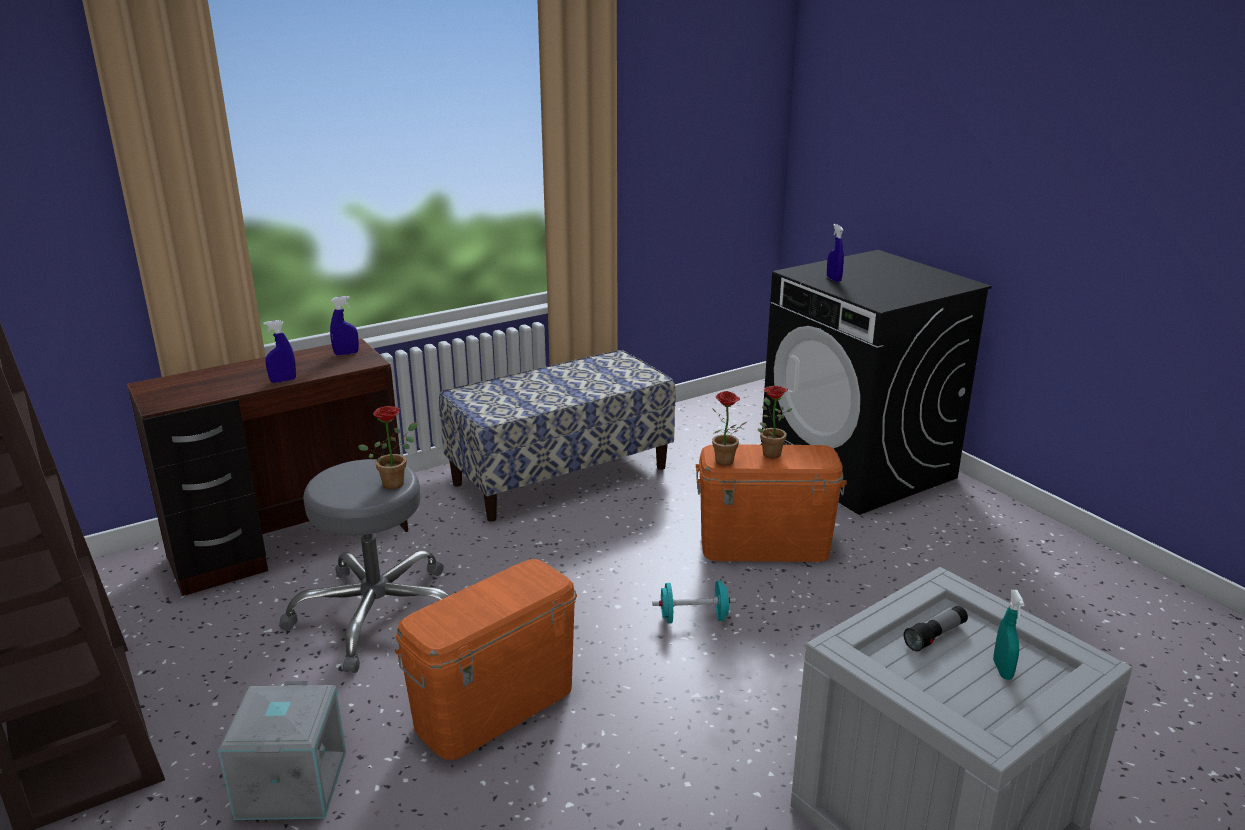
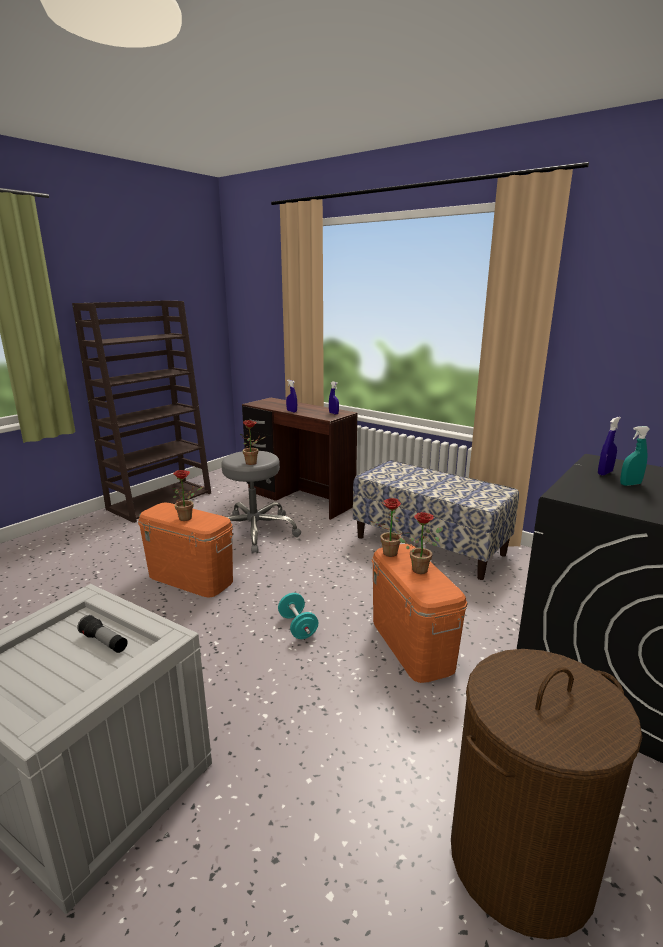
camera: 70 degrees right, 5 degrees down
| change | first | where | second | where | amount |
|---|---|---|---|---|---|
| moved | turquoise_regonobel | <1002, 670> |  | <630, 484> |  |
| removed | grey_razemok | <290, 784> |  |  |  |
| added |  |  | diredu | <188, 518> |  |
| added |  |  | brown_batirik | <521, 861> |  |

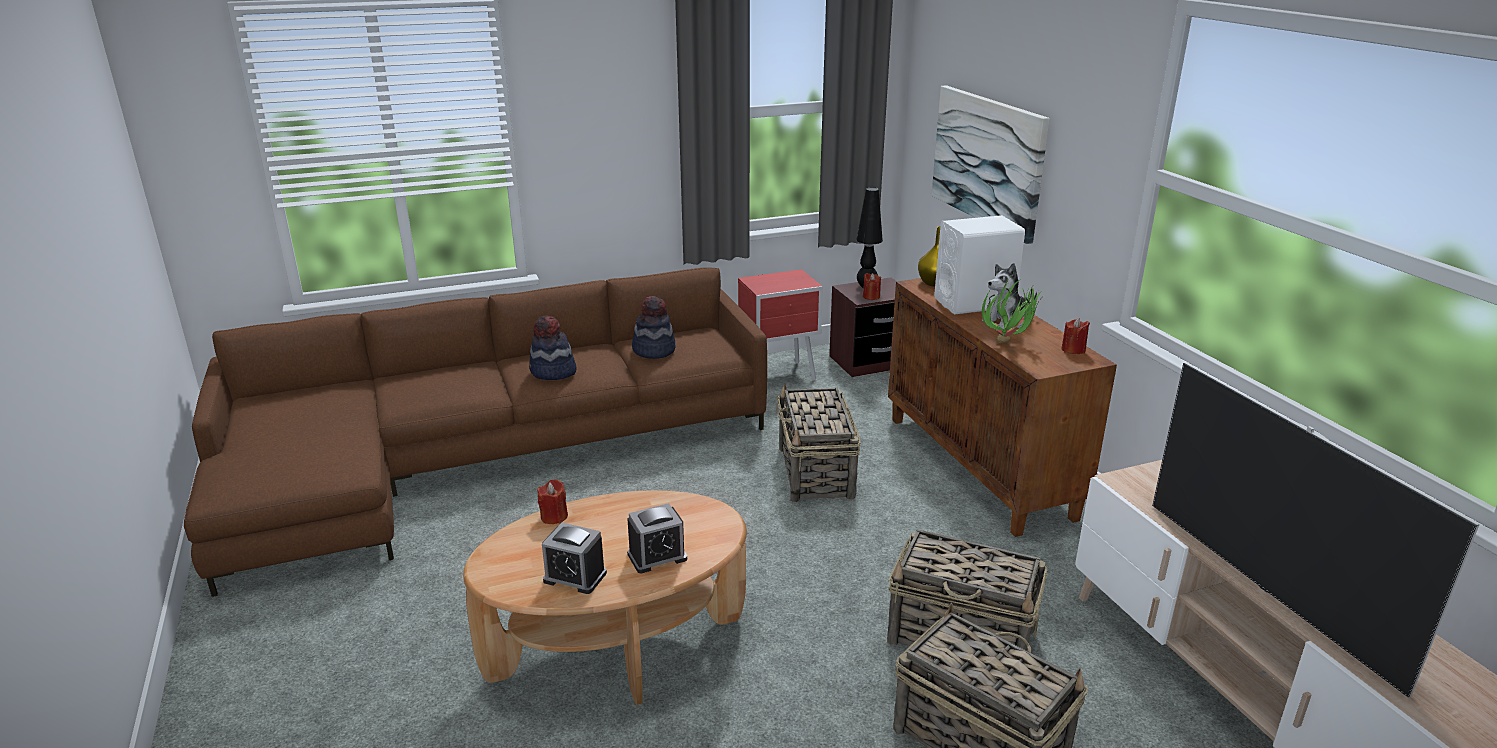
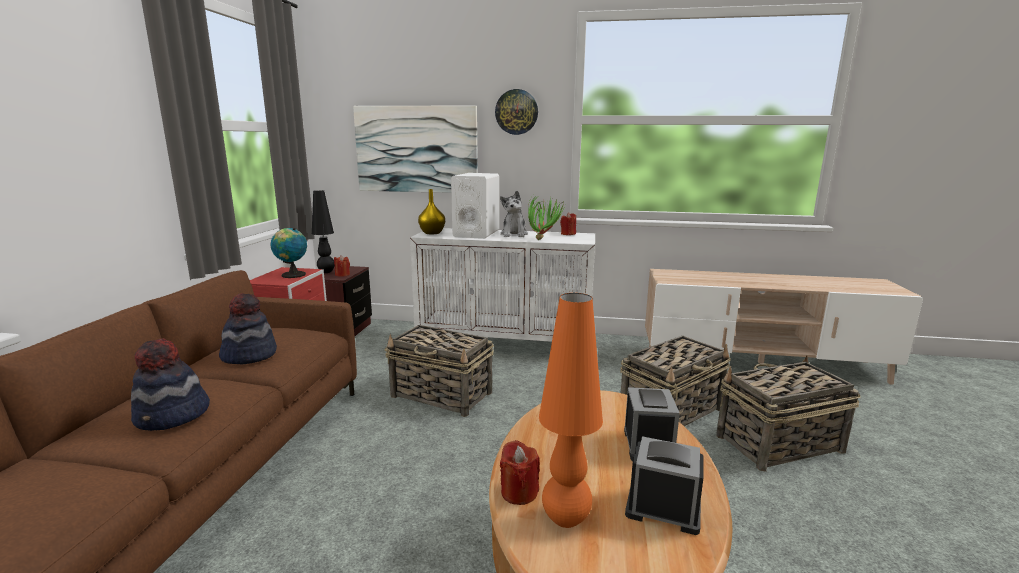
camera: 60 degrees left, 10 degrees down
| change | first | where | second | where | amount |
|---|---|---|---|---|---|
| recoloured | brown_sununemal | <980, 467> | white_sununemal | <506, 345> |  |
| removed | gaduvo | <1265, 589> |  |  |  |
| turned | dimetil | <575, 577> |  | <663, 509> | 120 degrees counterclockwise |
| added |  |  | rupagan | <516, 112> |  |
| added |  |  | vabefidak | <292, 275> |  |
| added |  |  | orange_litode | <565, 520> |  |

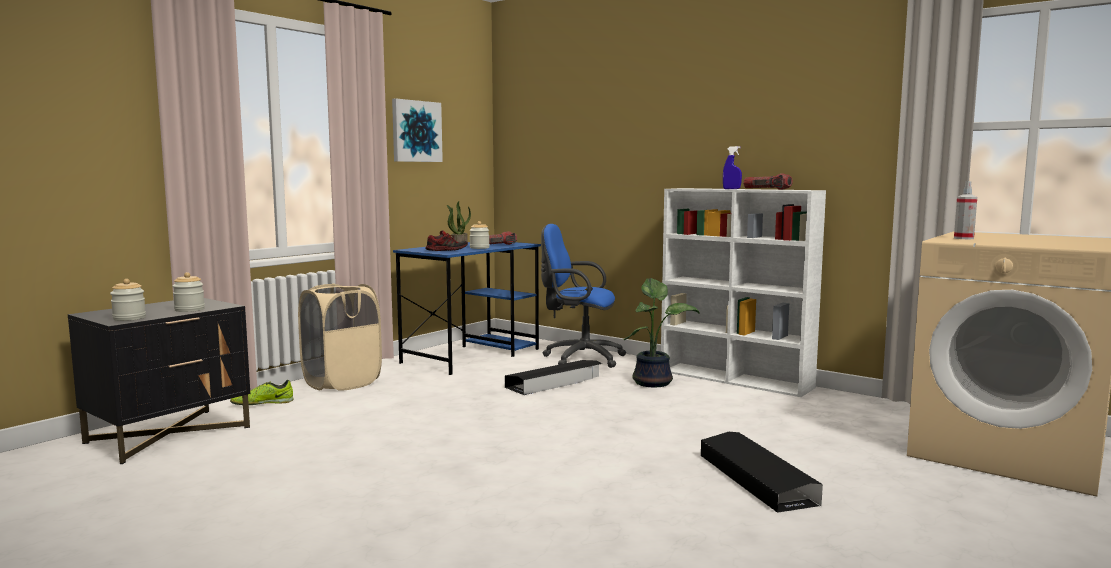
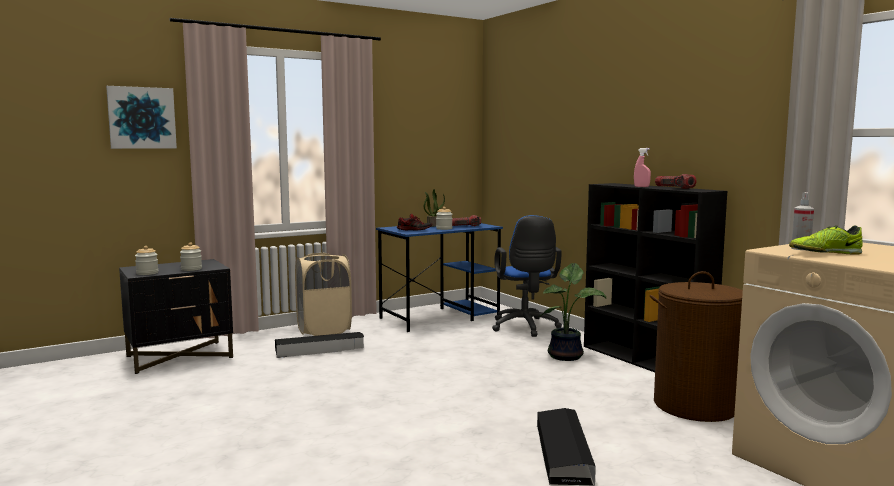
camera: 20 degrees right, 0 degrees up
| change | first | where | second | where | amount |
|---|---|---|---|---|---|
| moved | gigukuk | <416, 131> |  | <142, 118> |  |
| recoloured | blue_regonobel | <731, 189> | pink_regonobel | <641, 187> |  |
| recoloured | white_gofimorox | <736, 379> | black_gofimorox | <646, 361> |  |
| turned | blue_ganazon | <579, 358> |  | <525, 328> | 135 degrees counterclockwise |
| moved | black_razemok | <555, 383> |  | <320, 349> |  |
| moved | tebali | <262, 404> |  | <824, 253> |  |
| added |  |  | brown_batirik | <695, 405> |  |

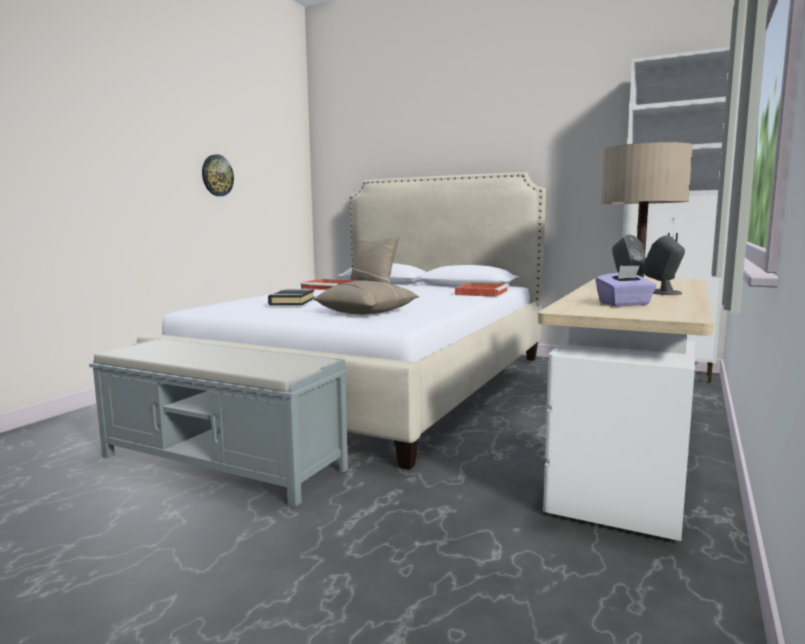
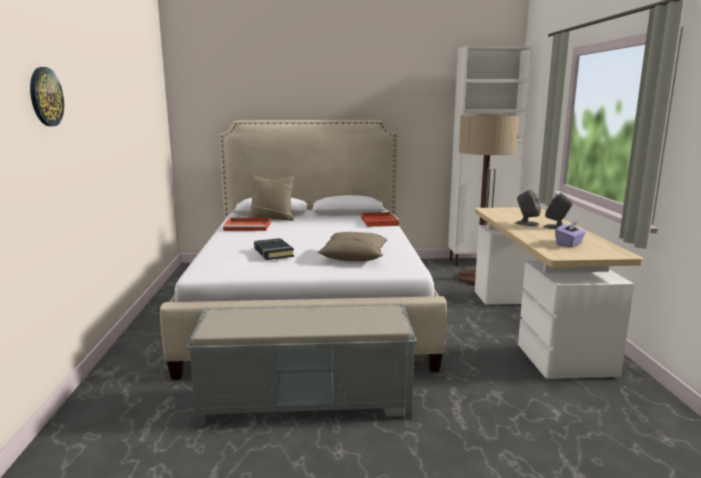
camera: 30 degrees left, 5 degrees up
| change | first | where | second | where | amount |
|---|---|---|---|---|---|
| moved | rupagan | <217, 175> |  | <45, 97> |  |

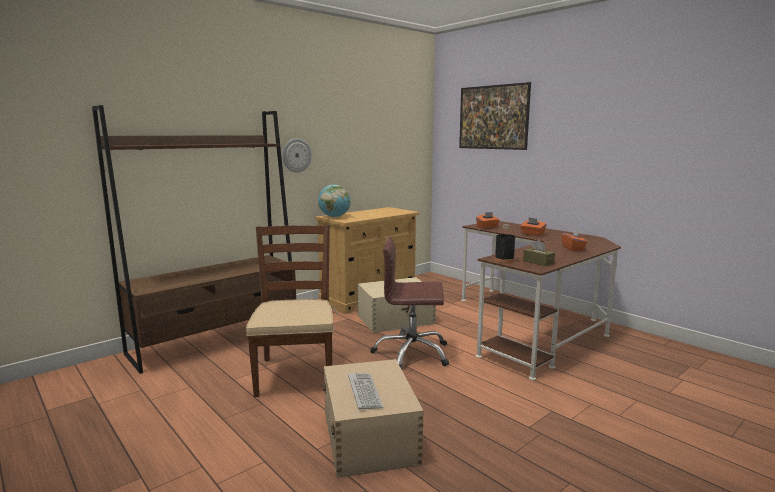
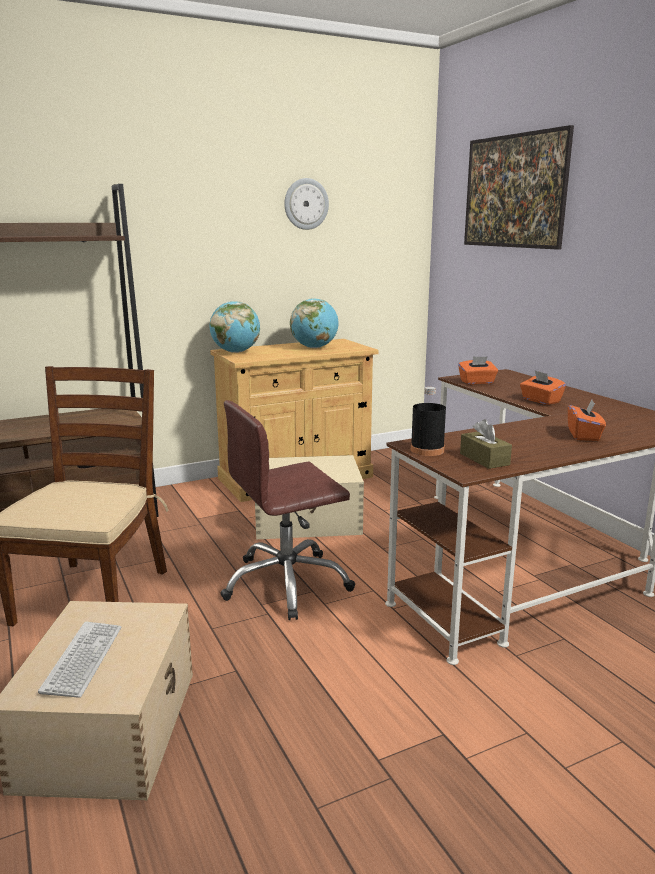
camera: 15 degrees right, 5 degrees up
| change | first | where | second | where | amount |
|---|---|---|---|---|---|
| moved | rupagan | <296, 155> |  | <306, 204> |  |
| turned | brown_ganazon | <412, 353> |  | <287, 584> | 45 degrees counterclockwise |
| added |  |  | vabefidak | <314, 347> |  |

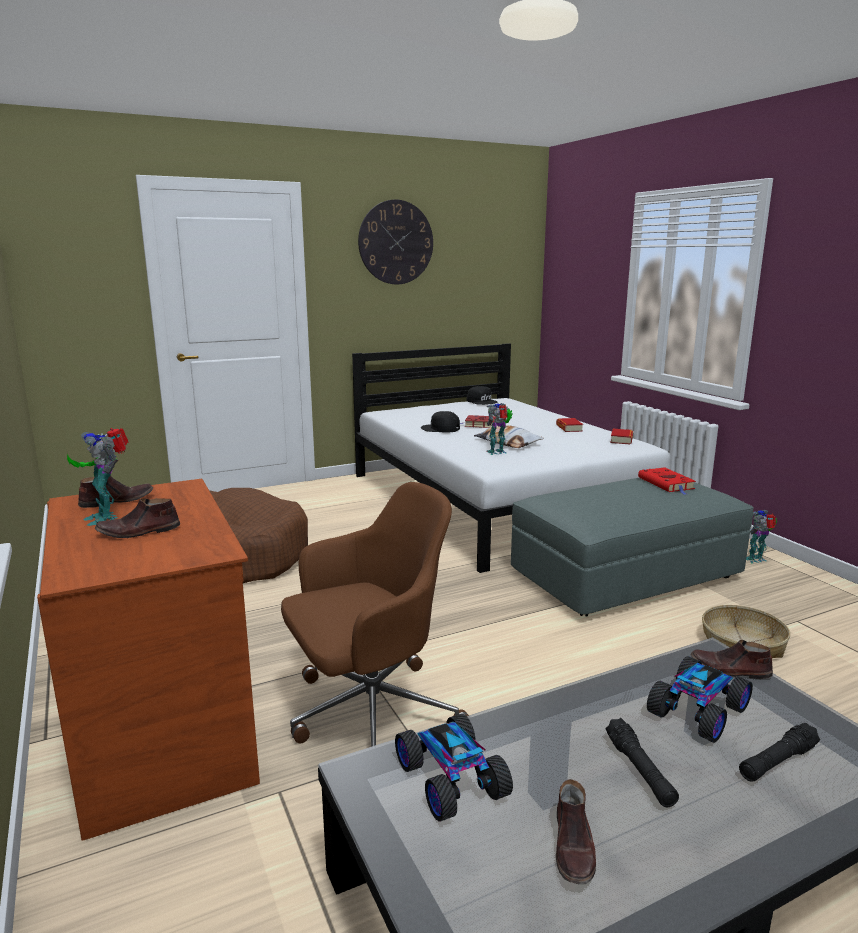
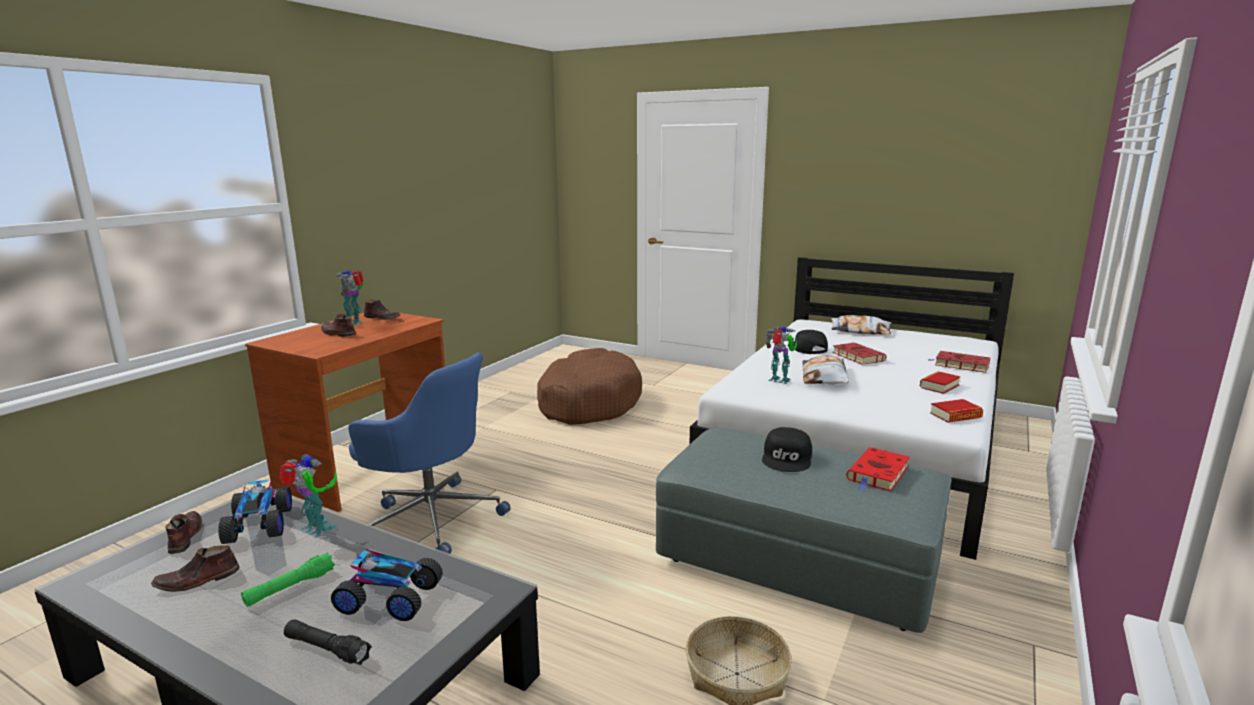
camera: 55 degrees right, 0 degrees up
| change | first | where | second | where | amount |
|---|---|---|---|---|---|
| removed | rupagan | <396, 242> |  |  |  |
| moved | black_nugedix | <482, 401> |  | <787, 458> |  |
| recoloured | brown_ganazon | <370, 714> | blue_ganazon | <431, 518> |  |
| moved | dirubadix | <756, 560> |  | <316, 530> |  |
| moved | brown_tebali | <730, 670> |  | <184, 537> |  |
| turned | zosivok | <452, 778> |  | <258, 525> | 135 degrees clockwise |
| recoloured | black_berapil | <640, 771> | green_berapil | <290, 587> |  |
| added |  |  | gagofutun | <860, 331> |  |
| added |  |  | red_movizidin | <960, 365> |  |

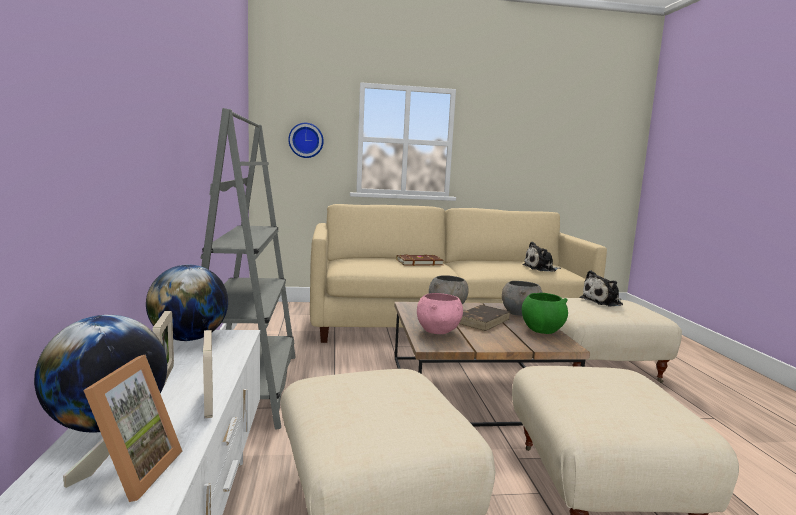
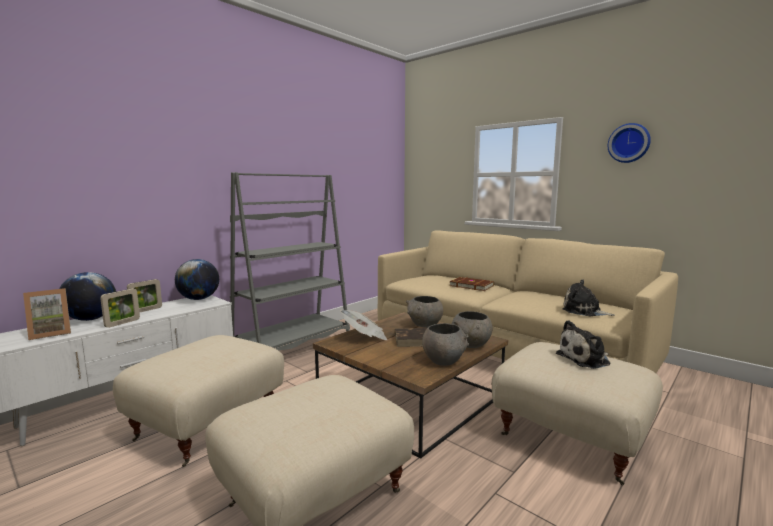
camera: 50 degrees right, 0 degrees up
| change | first | where | second | where | amount |
|---|---|---|---|---|---|
| moved | rupagan | <306, 140> |  | <629, 143> |  |
| turned | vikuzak | <603, 302> |  | <585, 359> | 45 degrees counterclockwise |
| replaced | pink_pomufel | <438, 331> | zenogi | <364, 337> |  |
| recoloured | green_pomufel | <542, 330> | grey_pomufel | <444, 361> |  |

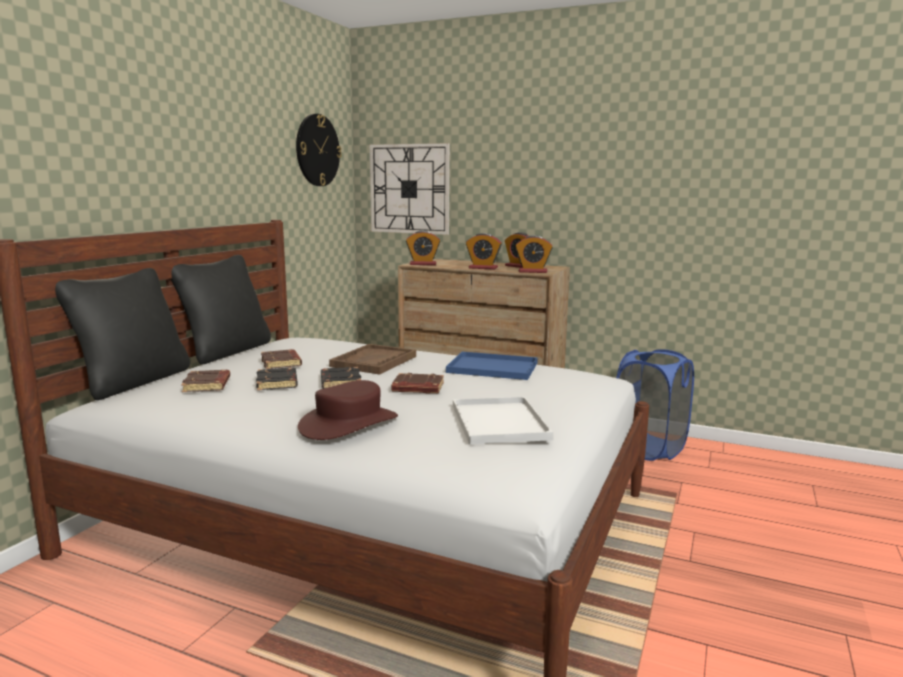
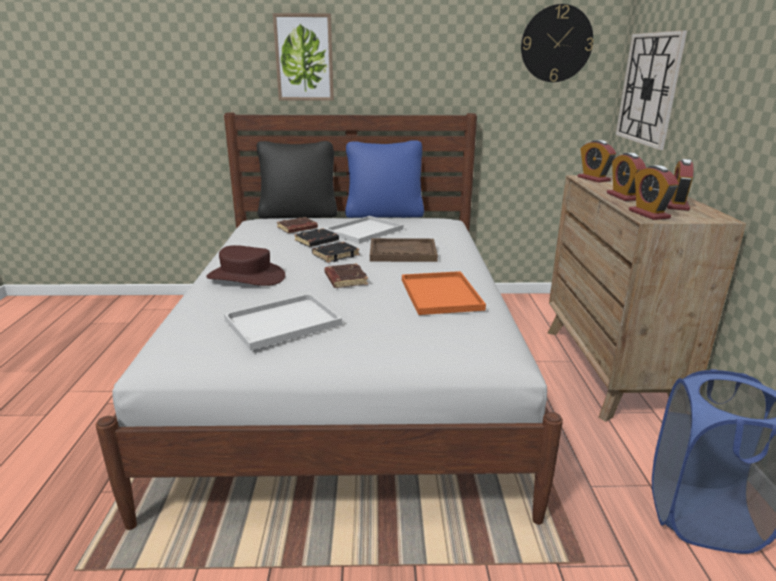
camera: 65 degrees right, 10 degrees up
| change | first | where | second | where | amount |
|---|---|---|---|---|---|
| recoloured | black_gagofutun | <226, 351> | blue_gagofutun | <384, 214> |  |
| replaced | brown_movizidin | <282, 363> | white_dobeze | <364, 231> |  |
| recoloured | blue_dobeze | <494, 367> | orange_dobeze | <442, 295> |  |
| added |  |  | gigukuk | <304, 58> |  |

